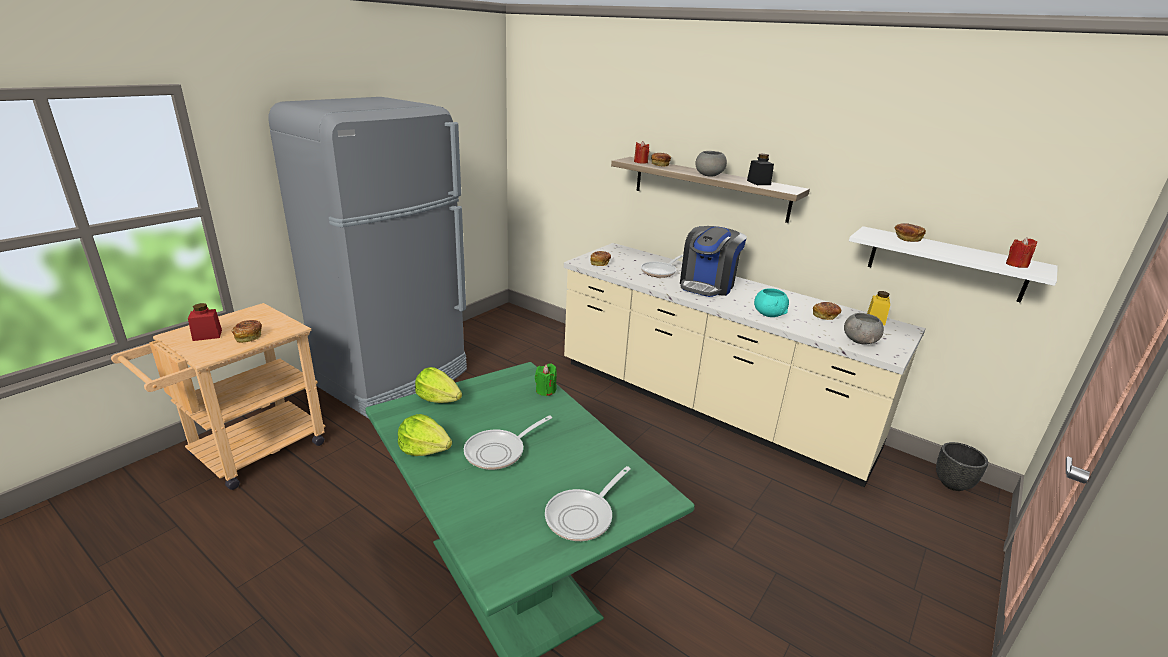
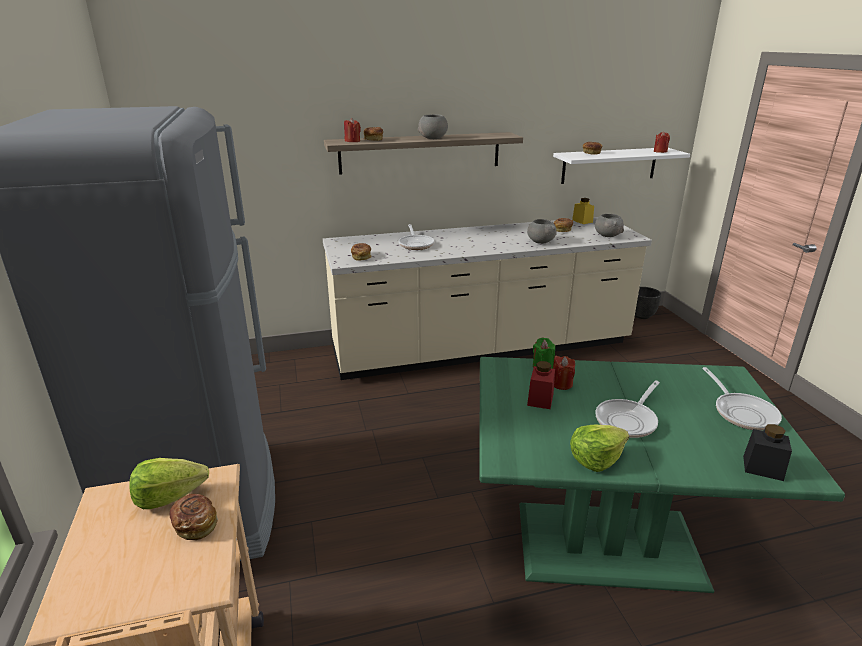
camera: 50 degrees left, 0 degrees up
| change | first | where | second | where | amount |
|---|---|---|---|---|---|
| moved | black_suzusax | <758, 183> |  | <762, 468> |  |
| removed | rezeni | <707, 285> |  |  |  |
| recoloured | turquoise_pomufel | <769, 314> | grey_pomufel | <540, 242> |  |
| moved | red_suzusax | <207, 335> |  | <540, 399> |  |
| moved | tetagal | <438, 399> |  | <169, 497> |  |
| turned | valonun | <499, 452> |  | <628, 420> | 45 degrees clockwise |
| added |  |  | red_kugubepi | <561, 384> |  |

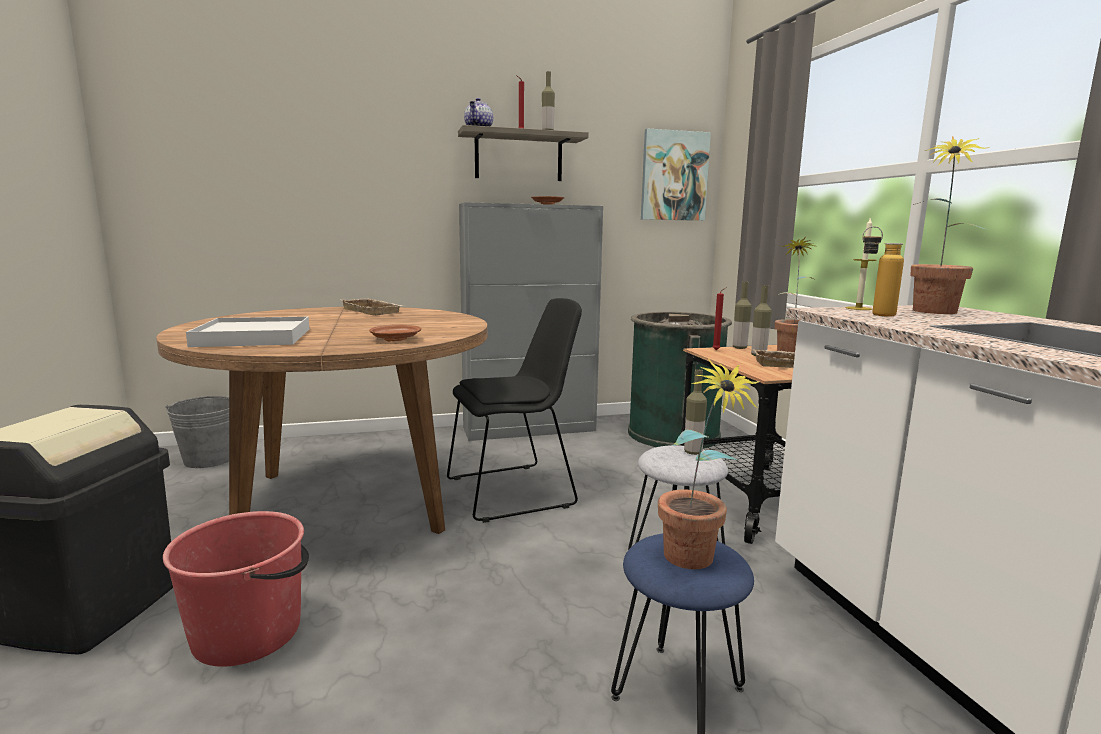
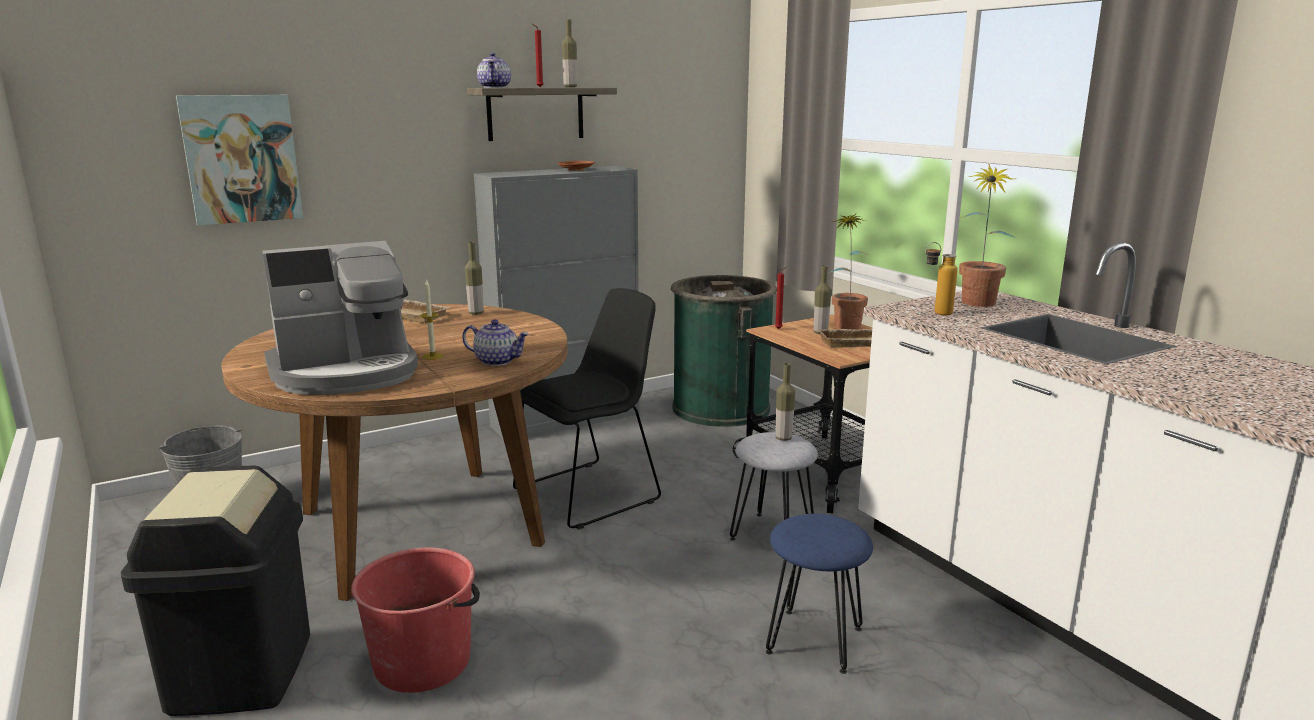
camera: 15 degrees left, 5 degrees up
| change | first | where | second | where | amount |
|---|---|---|---|---|---|
| moved | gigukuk | <674, 176> |  | <241, 159> |  |
| moved | kugubepi | <858, 308> |  | <432, 356> |  |
| moved | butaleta | <739, 348> |  | <476, 313> |  |
| replaced | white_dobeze | <254, 337> | rezeni | <346, 373> |  |
| replaced | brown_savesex | <395, 339> | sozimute | <497, 361> |  |
| removed | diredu | <694, 564> |  |  |  |

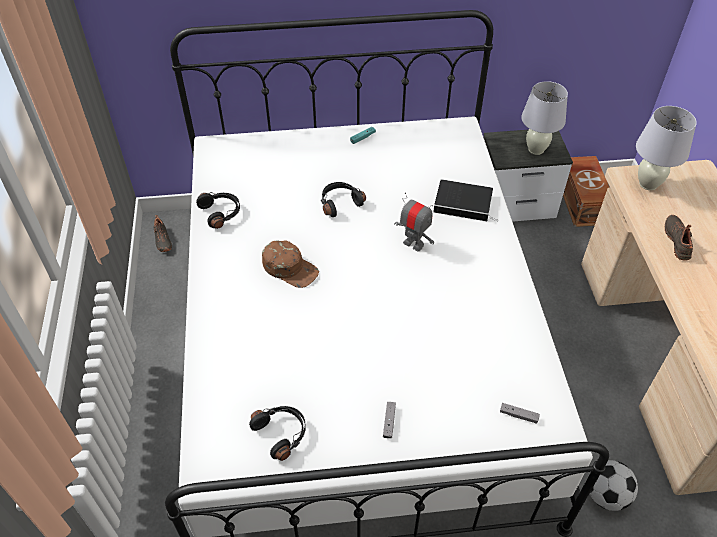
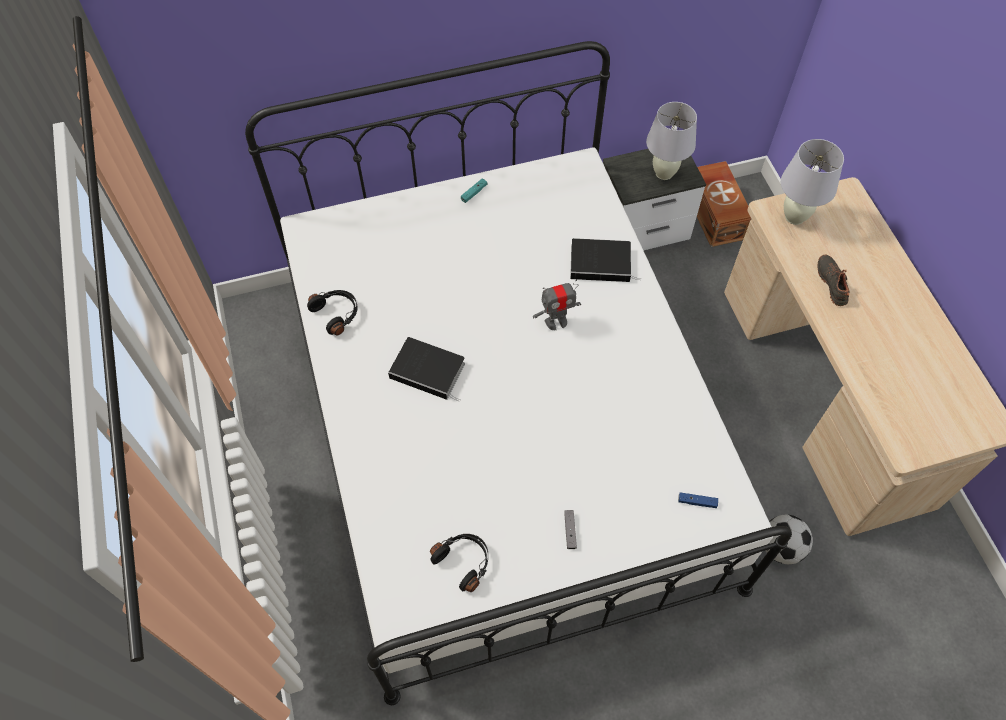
camera: 10 degrees left, 10 degrees up
| change | first | where | second | where | amount |
|---|---|---|---|---|---|
| removed | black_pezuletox | <340, 203> |  |  |  |
| turned | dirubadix | <413, 244> |  | <556, 321> | 135 degrees clockwise |
| removed | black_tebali | <162, 240> |  |  |  |
| replaced | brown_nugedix | <290, 268> | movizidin | <430, 371> |  |
| recoloured | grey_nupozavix | <518, 415> | blue_nupozavix | <697, 502> |  |

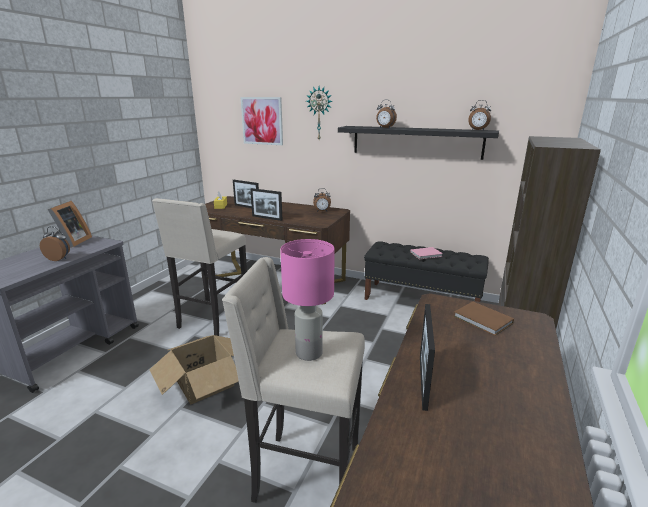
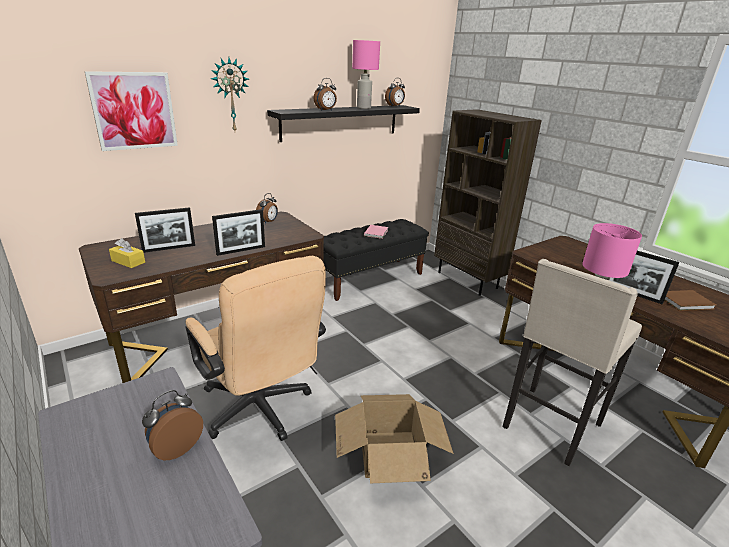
camera: 60 degrees left, 5 degrees up
| change | first | where | second | where | amount |
|---|---|---|---|---|---|
| replaced | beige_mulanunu | <212, 320> | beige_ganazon | <261, 411> |  |
| removed | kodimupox | <71, 243> |  |  |  |
| moved | brown_movizidin | <483, 320> |  | <686, 302> |  |
| added |  |  | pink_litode | <363, 108> |  |

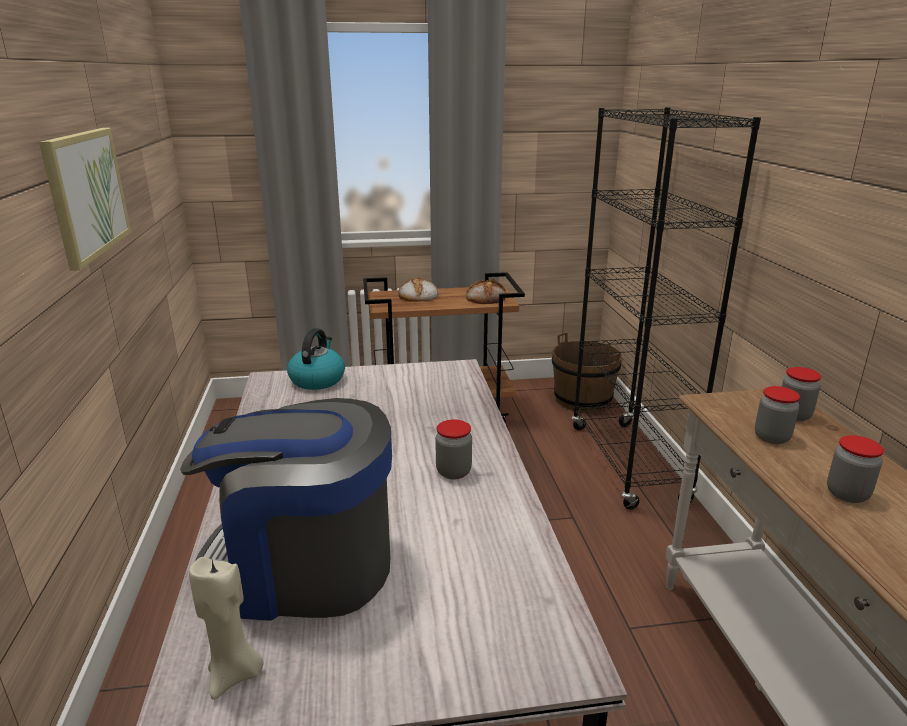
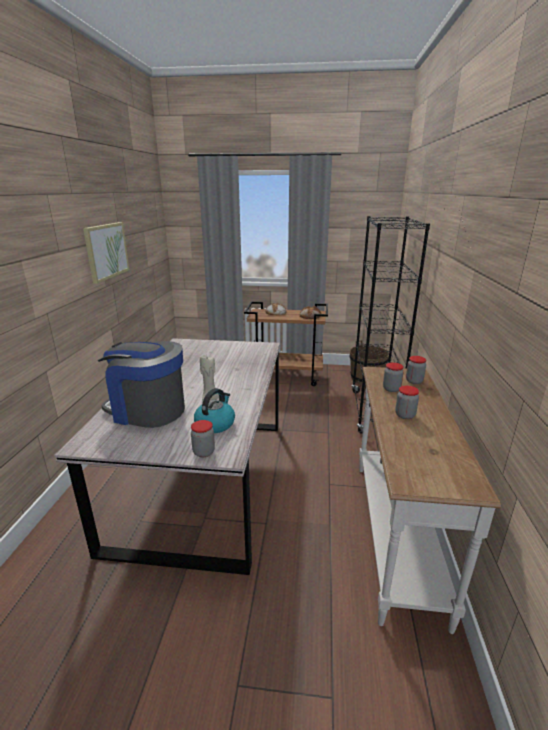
camera: 15 degrees right, 0 degrees up
| change | first | where | second | where | amount |
|---|---|---|---|---|---|
| moved | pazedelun | <317, 379> |  | <215, 424> |  |
| moved | suzusax | <453, 472> |  | <204, 452> |  |
| moved | beige_kugubepi | <235, 674> |  | <210, 398> |  |

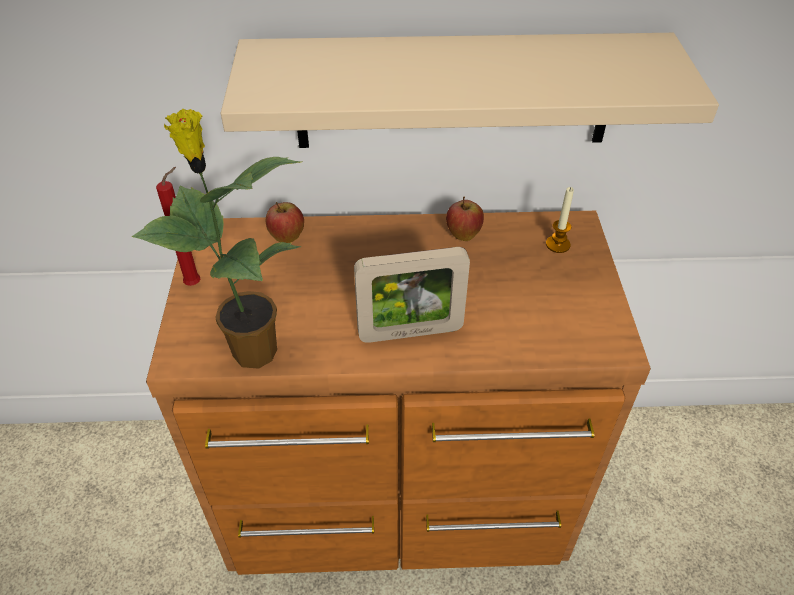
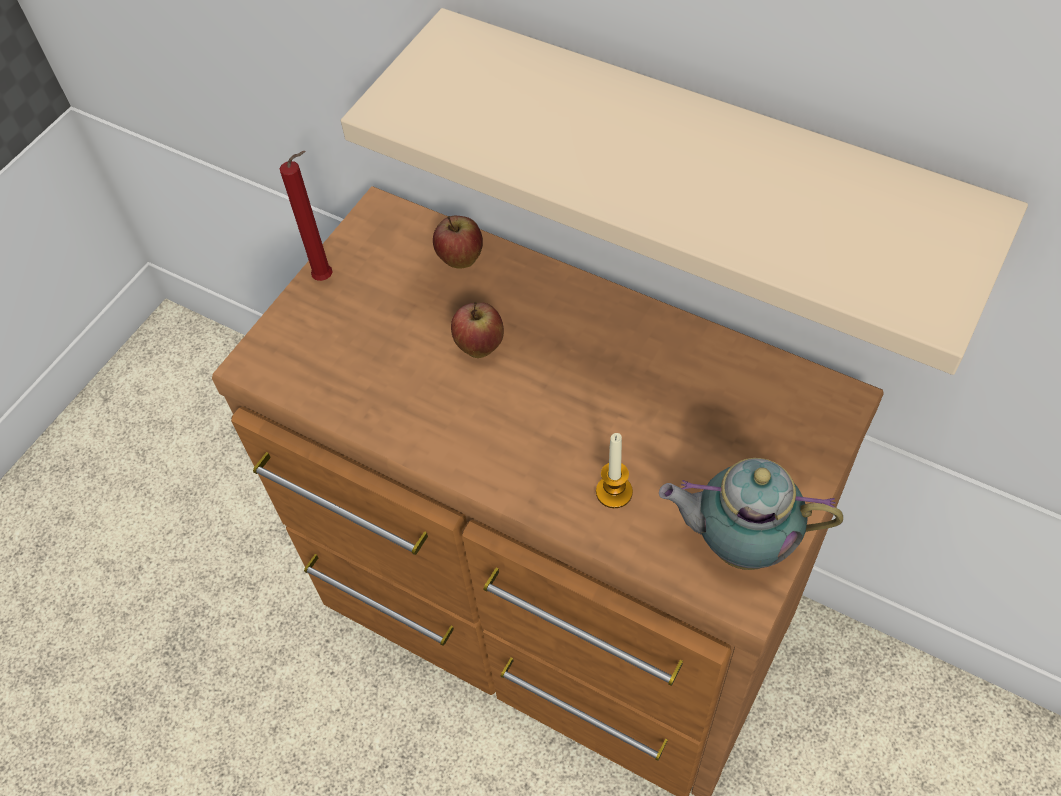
camera: 35 degrees right, 10 degrees up
| change | first | where | second | where | amount |
|---|---|---|---|---|---|
| removed | diredu | <251, 351> |  |  |  |
| moved | kugubepi | <557, 245> |  | <614, 492> |  |
| moved | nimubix | <463, 235> |  | <479, 347> |  |
| removed | kodimupox | <410, 332> |  |  |  |
| added |  |  | sozimute | <738, 542> |  |

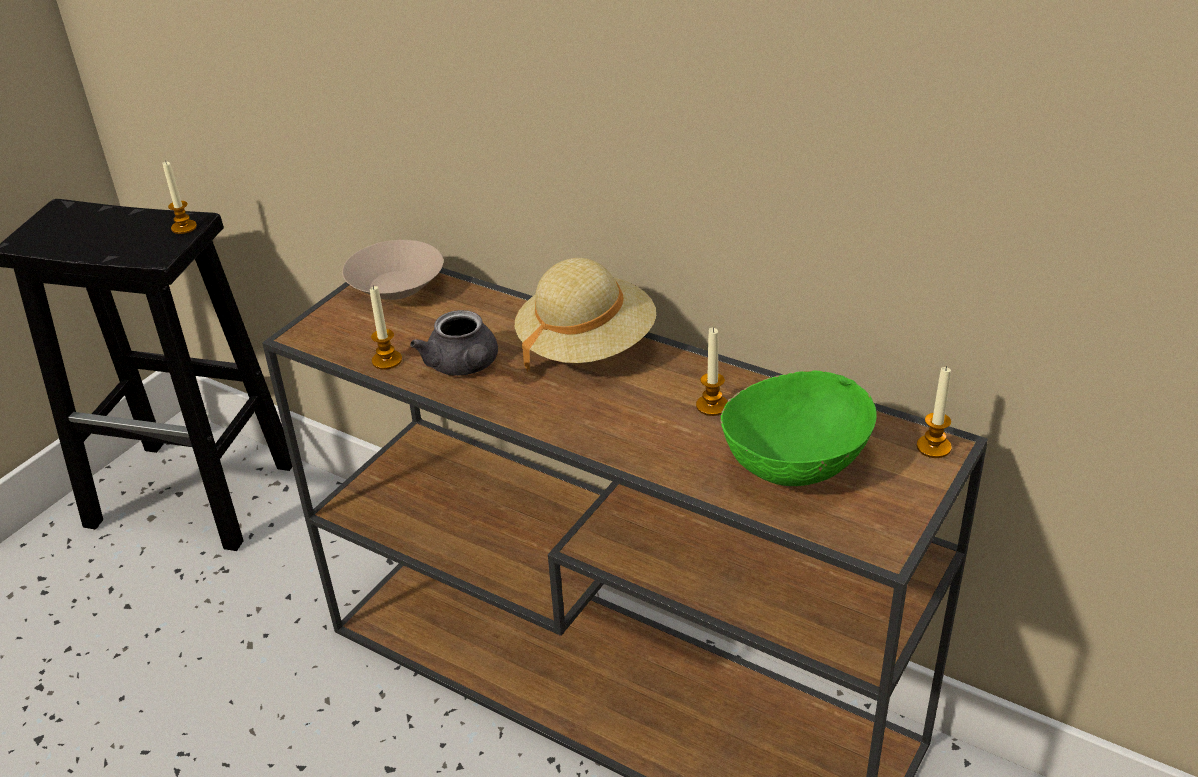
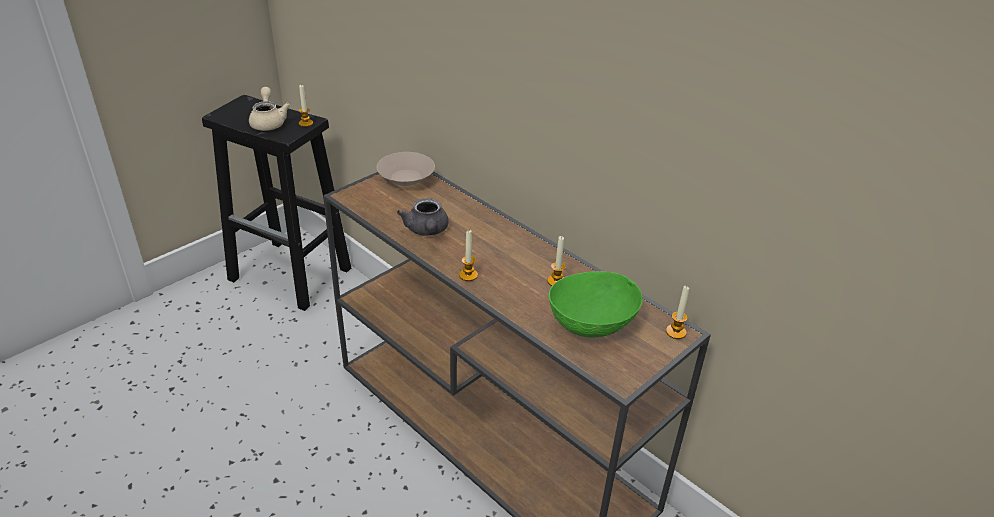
camera: 10 degrees right, 0 degrees up
| change | first | where | second | where | amount |
|---|---|---|---|---|---|
| removed | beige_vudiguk | <586, 346> |  |  |  |
| moved | kugubepi | <387, 360> |  | <468, 275> |  |
| added |  |  | beige_sozimute | <268, 122> |  |

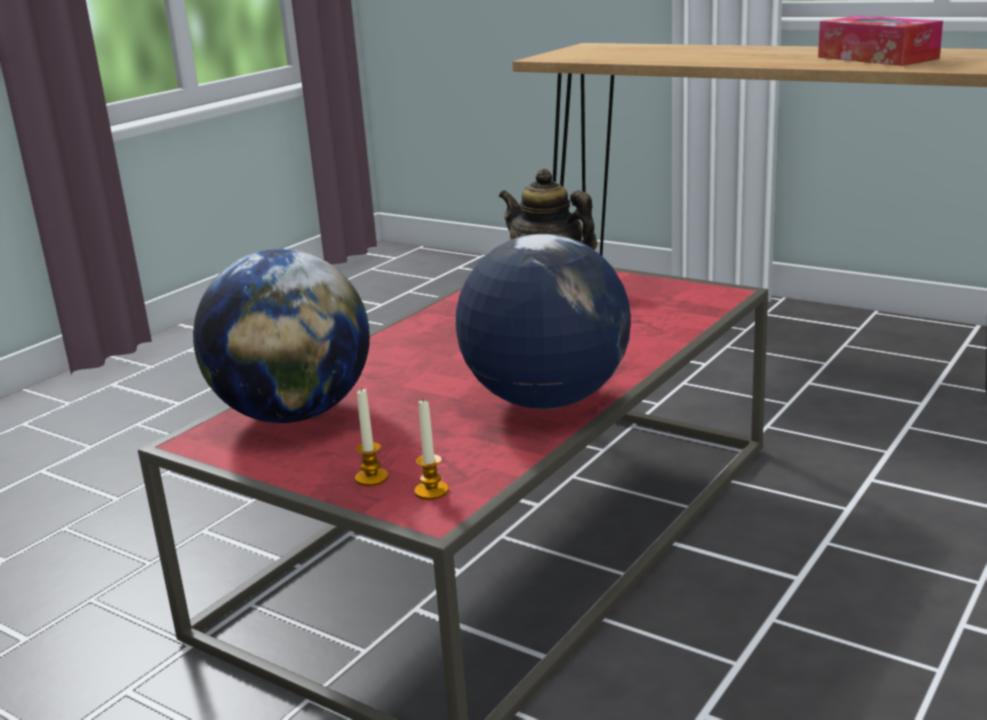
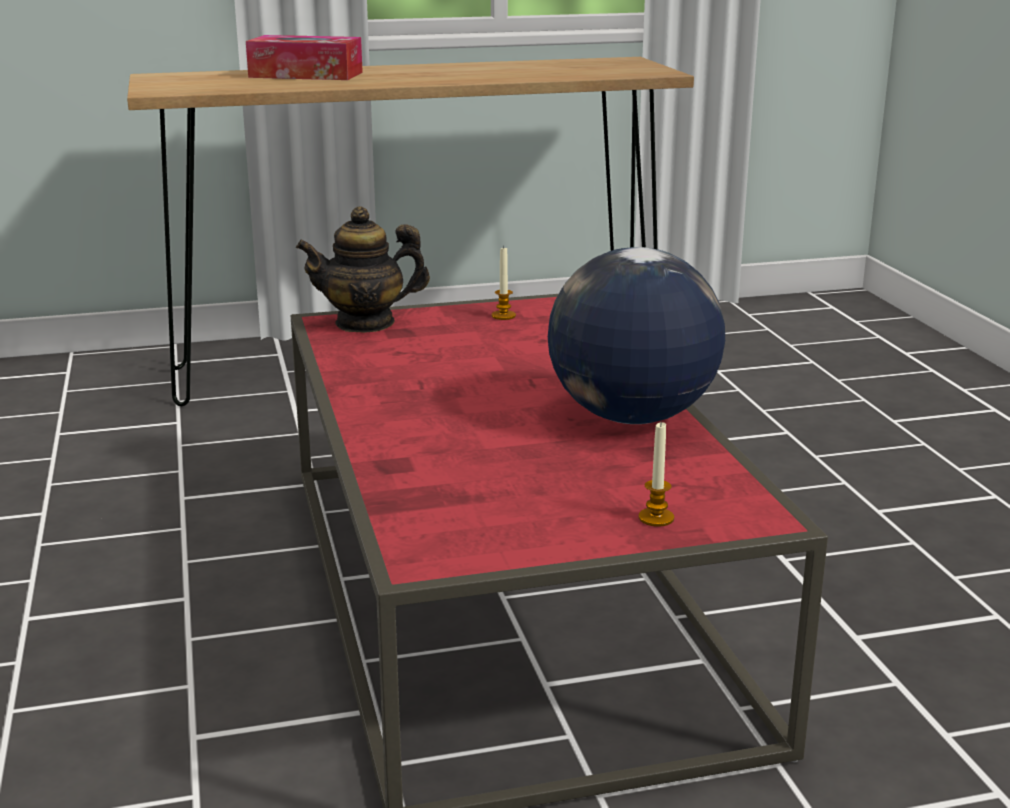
camera: 50 degrees left, 0 degrees up
| change | first | where | second | where | amount |
|---|---|---|---|---|---|
| moved | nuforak | <877, 58> |  | <306, 75> |  |
| removed | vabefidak | <294, 414> |  |  |  |
| moved | kugubepi | <431, 491> |  | <503, 316> |  |

